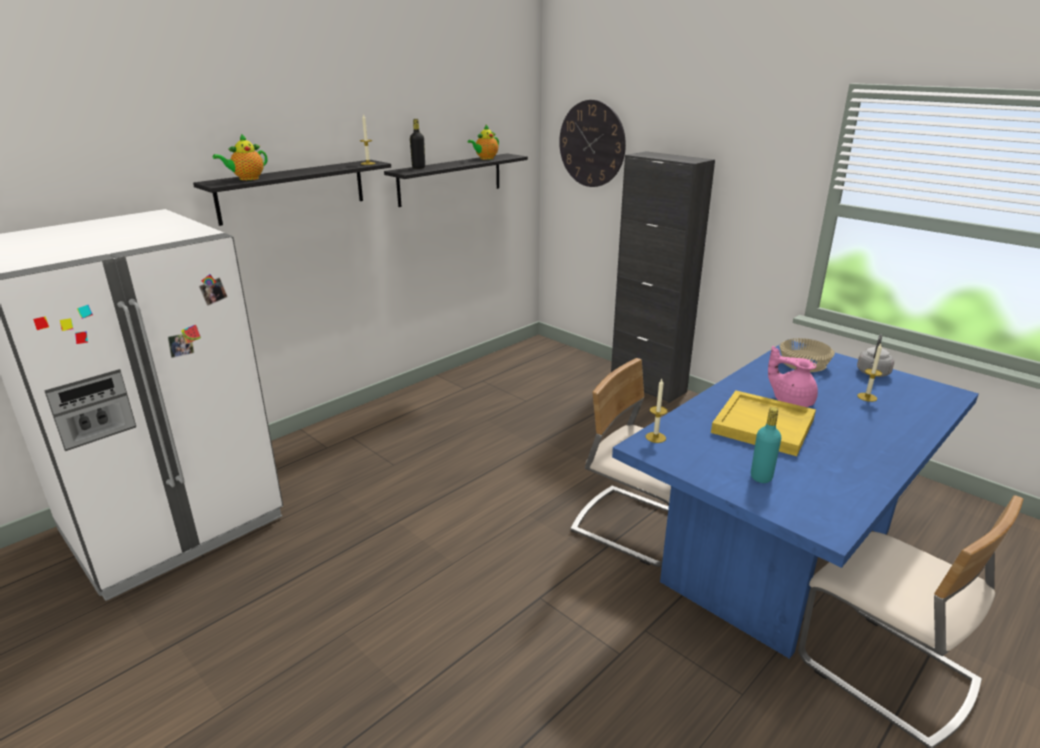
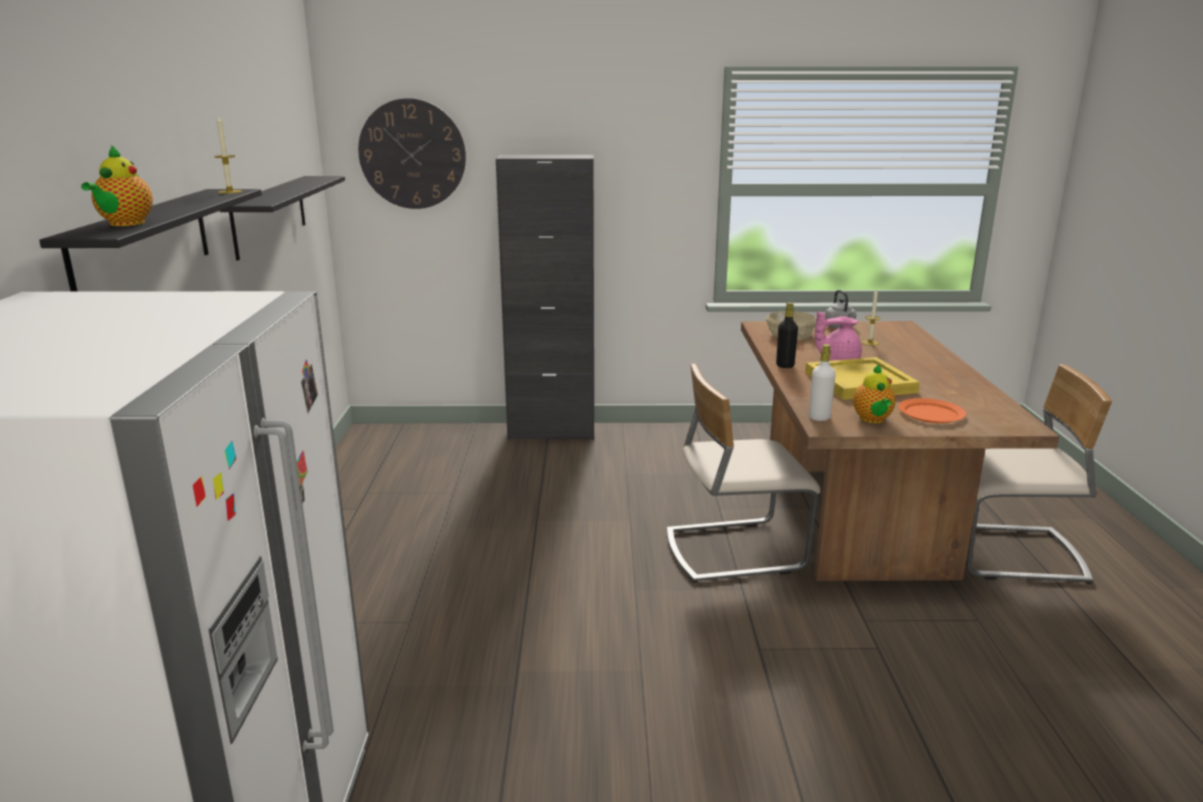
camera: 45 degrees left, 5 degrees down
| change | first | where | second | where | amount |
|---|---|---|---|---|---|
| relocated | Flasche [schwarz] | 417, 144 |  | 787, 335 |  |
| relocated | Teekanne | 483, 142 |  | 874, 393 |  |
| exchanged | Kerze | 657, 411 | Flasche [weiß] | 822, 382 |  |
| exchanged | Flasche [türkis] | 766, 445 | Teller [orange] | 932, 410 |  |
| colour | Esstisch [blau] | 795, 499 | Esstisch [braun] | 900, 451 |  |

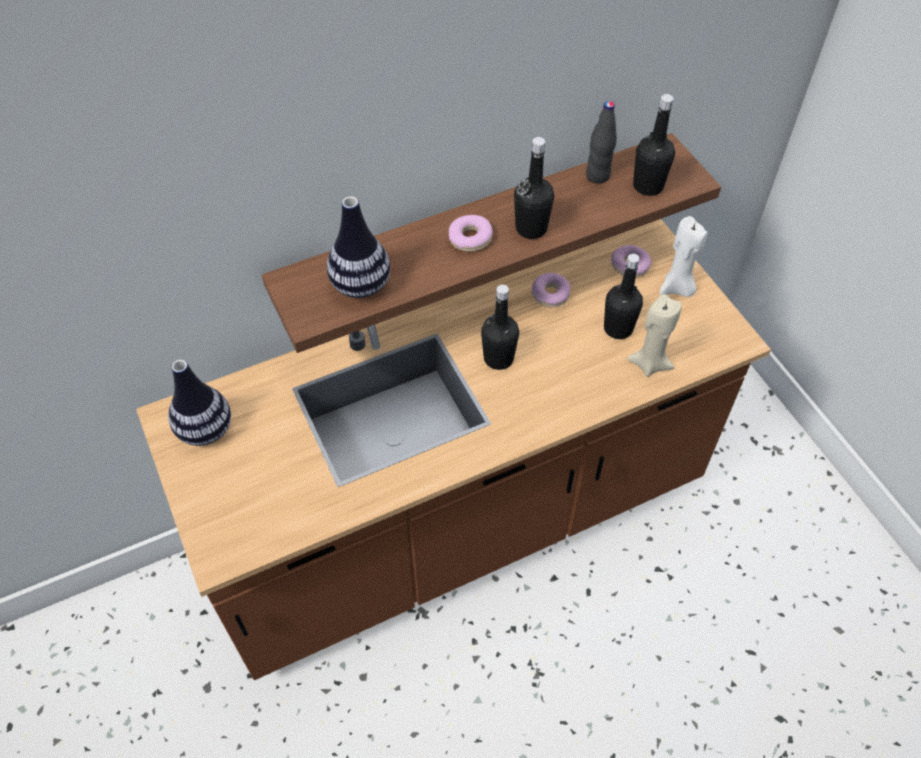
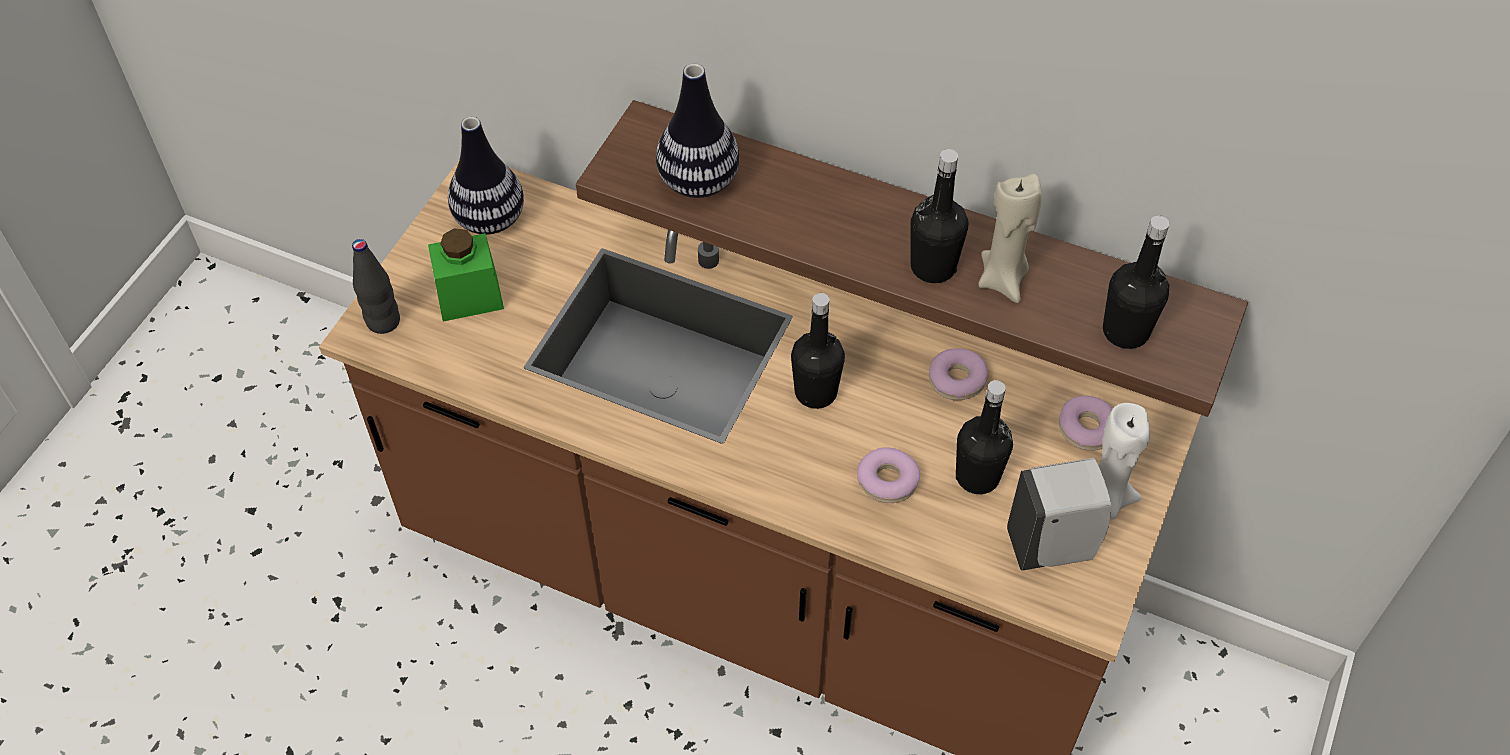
camera: 50 degrees right, 0 degrees up
| change | first | where | second | where | amount |
|---|---|---|---|---|---|
| appeared |  |  | Vorratsglas [grün] | 466, 275 |  |
| appeared |  |  | Seifenspender [weiß] | 1059, 514 |  |
| relocated | Donut | 471, 233 |  | 888, 475 |  |
| relocated | Flasche [schwarz] | 601, 142 |  | 376, 286 |  |
| relocated | Kerze [beige] | 654, 335 |  | 1010, 238 |  |

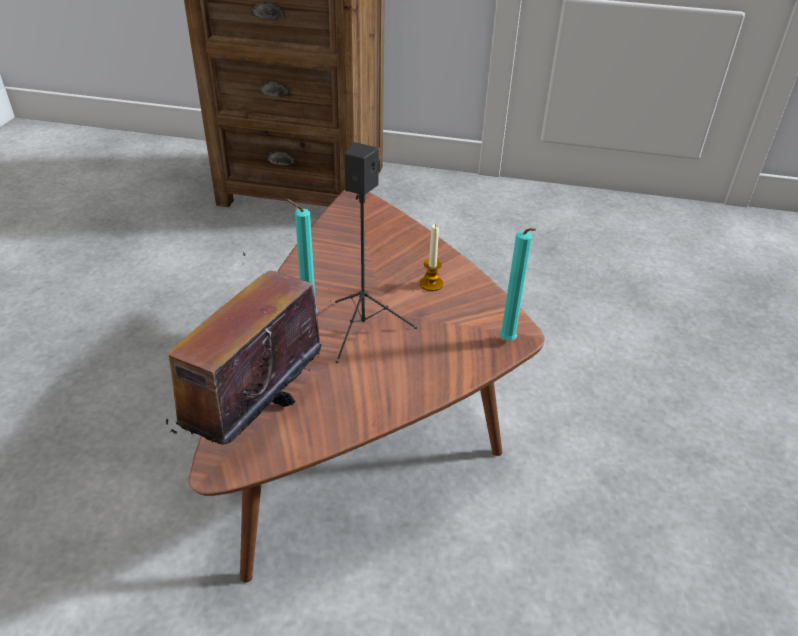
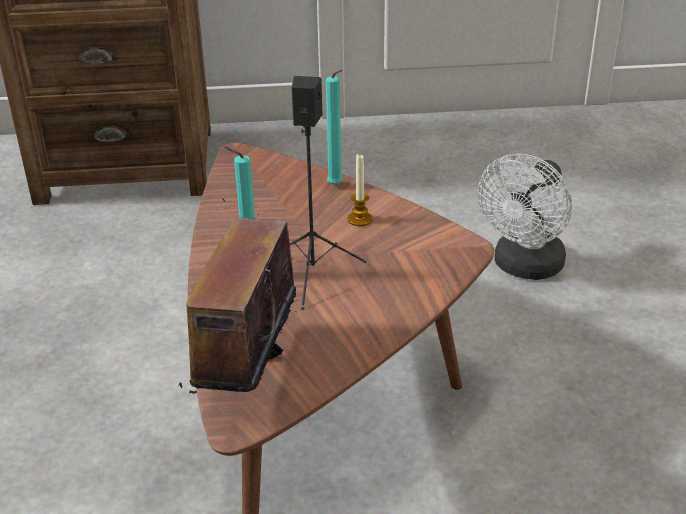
camera: 15 degrees left, 5 degrees down
| change | first | where | second | where | amount |
|---|---|---|---|---|---|
| appeared |  |  | Ventilator [weiß] | 525, 217 |  |
| relocated | Kerze [türkis] | 517, 284 |  | 334, 127 |  |

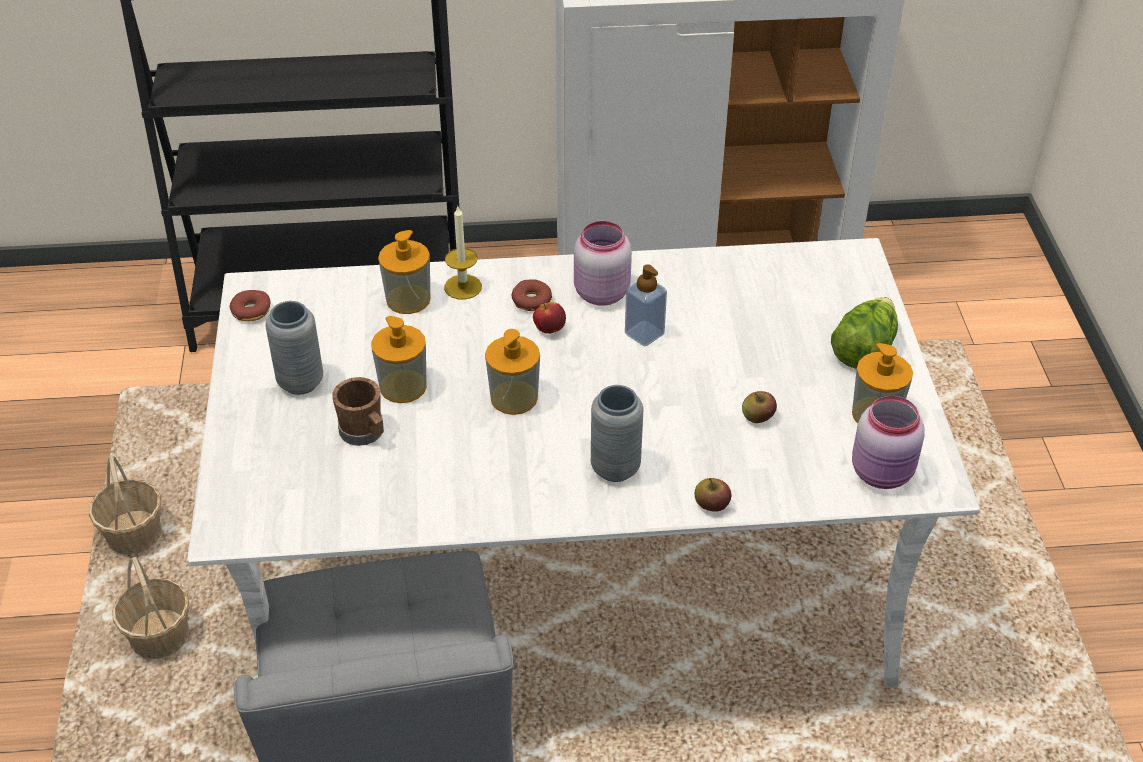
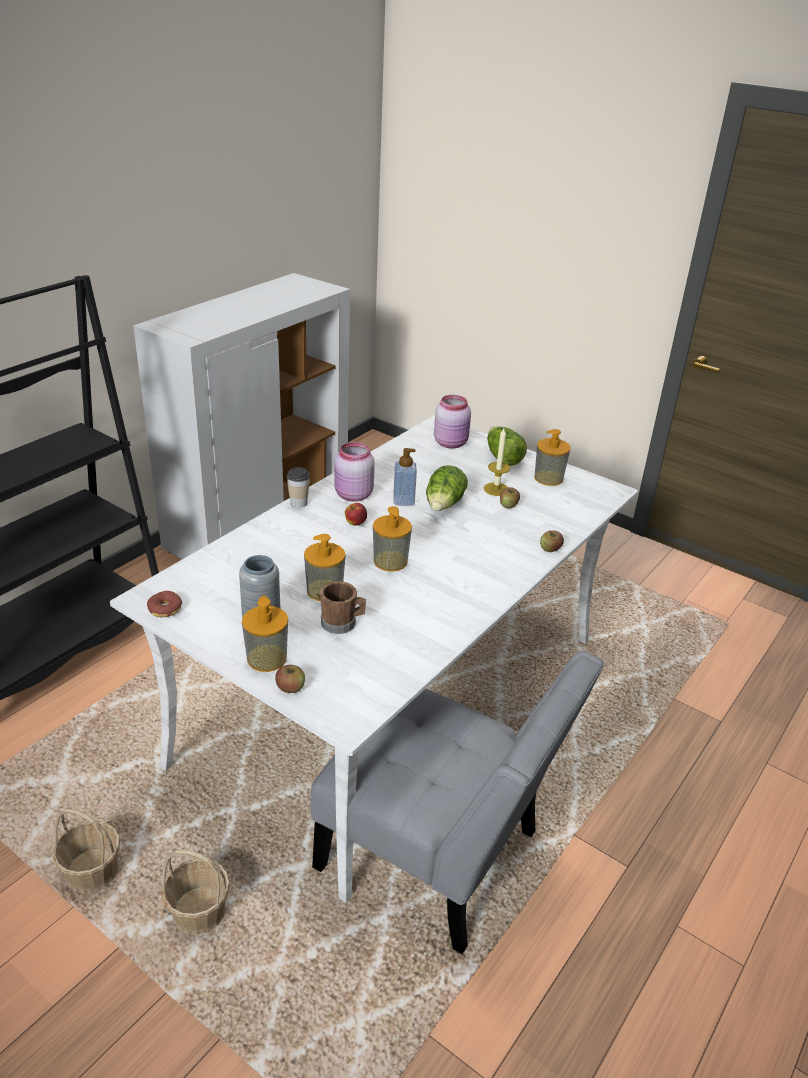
camera: 50 degrees left, 10 degrees down
| change | first | where | second | where | amount |
|---|---|---|---|---|---|
| missing | Donut | 532, 295 |  |  |  |
| missing | Vase [grau] | 617, 433 |  |  |  |
| appeared |  |  | Apfel | 290, 679 |  |
| appeared |  |  | Tasse | 298, 487 |  |
| appeared |  |  | Salatkopf | 447, 488 |  |
| relocated | Seifenspender | 404, 272 |  | 265, 633 |  |
| relocated | Kerze | 463, 252 |  | 497, 462 |  |
| relocated | Vorratsglas [rosa] | 888, 442 |  | 452, 421 |  |

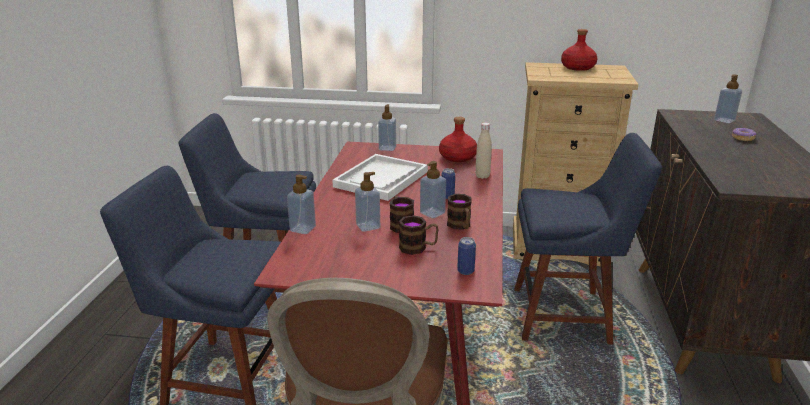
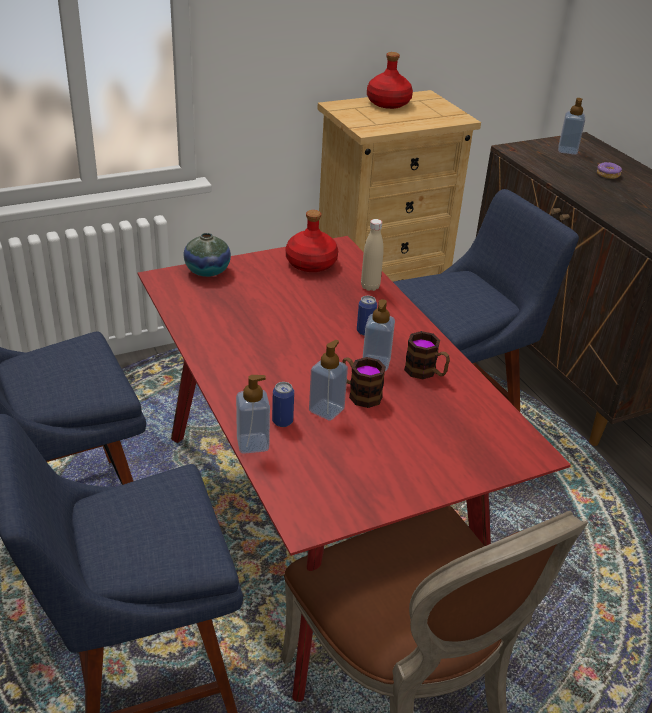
camera: 35 degrees left, 10 degrees up
| change | first | where | second | where | amount |
|---|---|---|---|---|---|
| missing | Tablett [weiß] | 380, 177 |  |  |  |
| missing | Henkelbecher | 419, 235 |  |  |  |
| relocated | Dose | 466, 256 |  | 283, 404 |  |
| exchanged | Seifenspender | 387, 127 | Vase | 207, 255 |  |

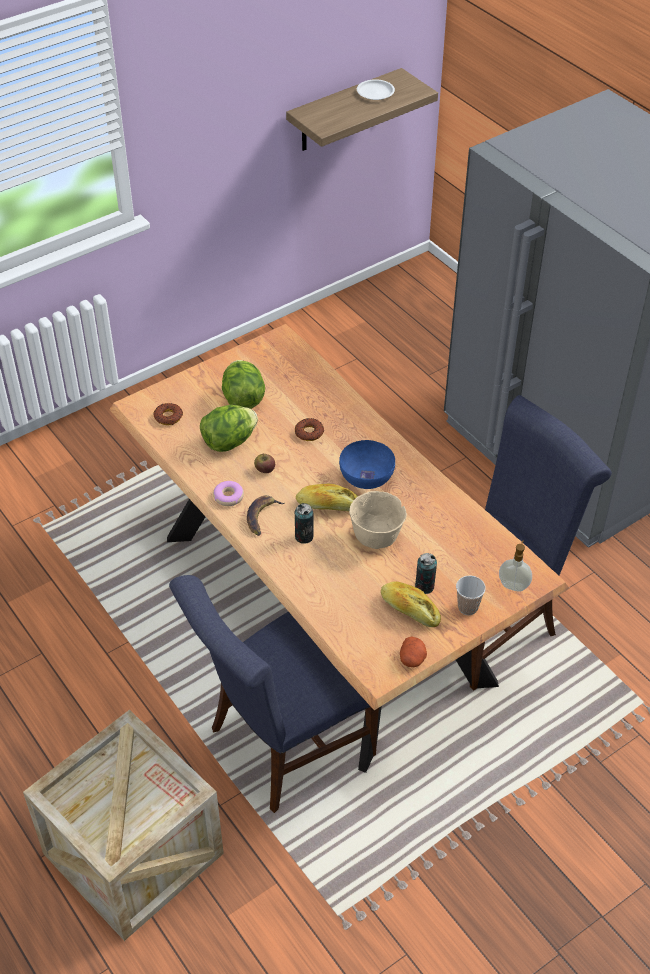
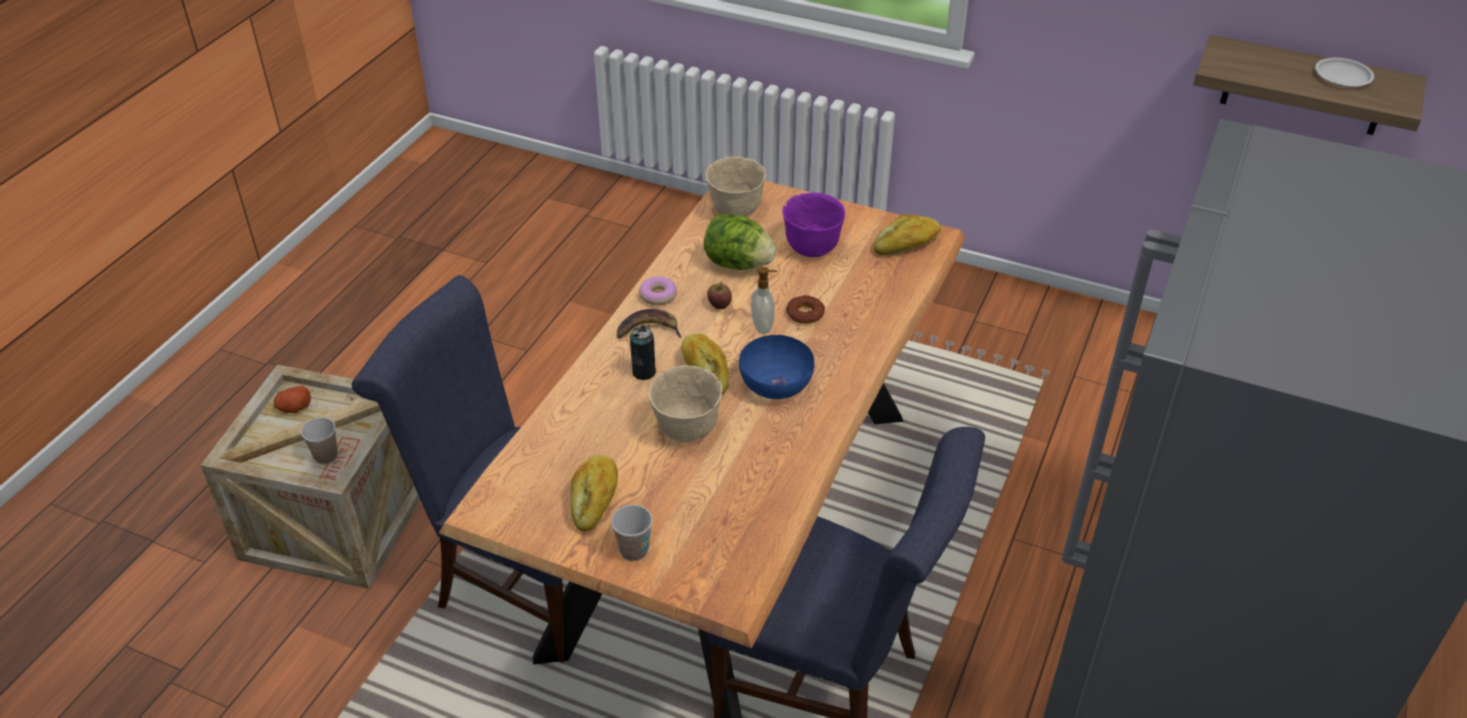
camera: 60 degrees right, 5 degrees down
| change | first | where | second | where | amount |
|---|---|---|---|---|---|
| missing | Dose | 426, 573 |  |  |  |
| appeared |  |  | Tasse | 319, 440 |  |
| appeared |  |  | Brot | 908, 235 |  |
| relocated | Kartoffel | 413, 652 |  | 292, 399 |  |
| relocated | Seifenspender | 515, 566 |  | 764, 300 |  |
| exchanged | Donut | 168, 414 | Schüssel [beige] | 736, 186 |  |
| exchanged | Salatkopf | 243, 384 | Schüssel [lila] | 813, 225 |  |

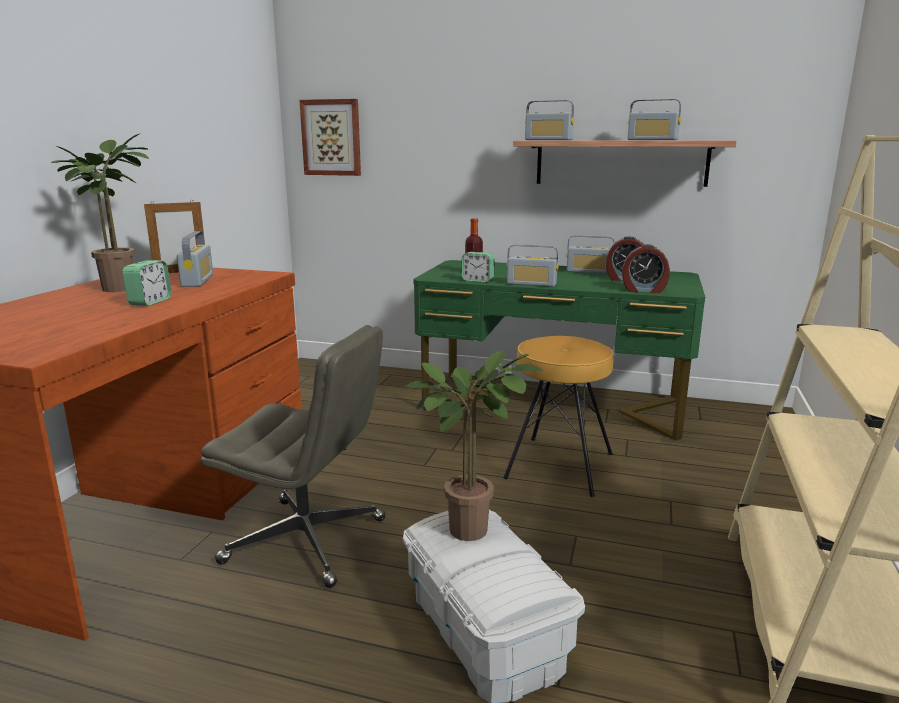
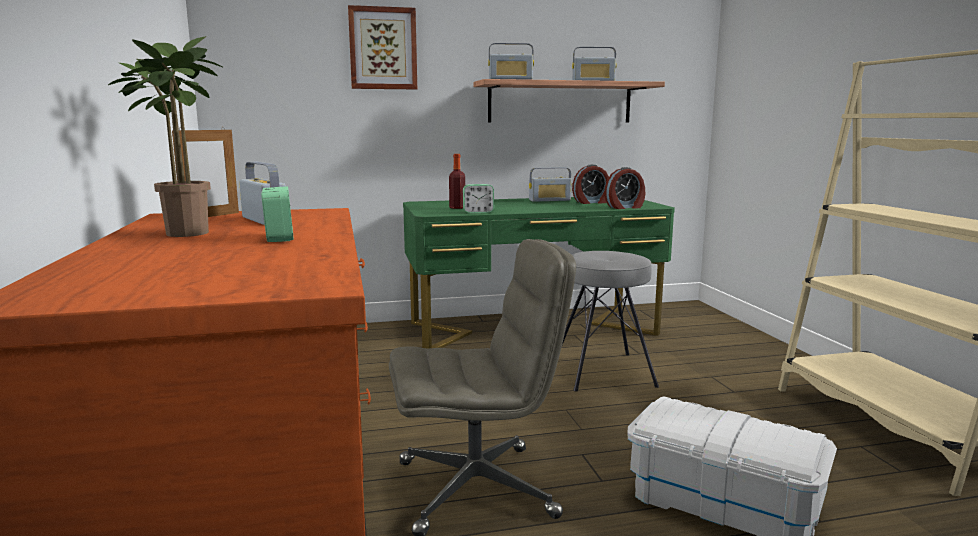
camera: 30 degrees left, 5 degrees down
| change | first | where | second | where | amount |
|---|---|---|---|---|---|
| missing | Topfpflanze | 474, 445 |  |  |  |
| missing | Radio | 533, 265 |  |  |  |
| relocated | Bild | 330, 137 |  | 382, 47 |  |
| colour | Hocker [braun] | 558, 416 | Hocker [grau] | 610, 321 |  |

